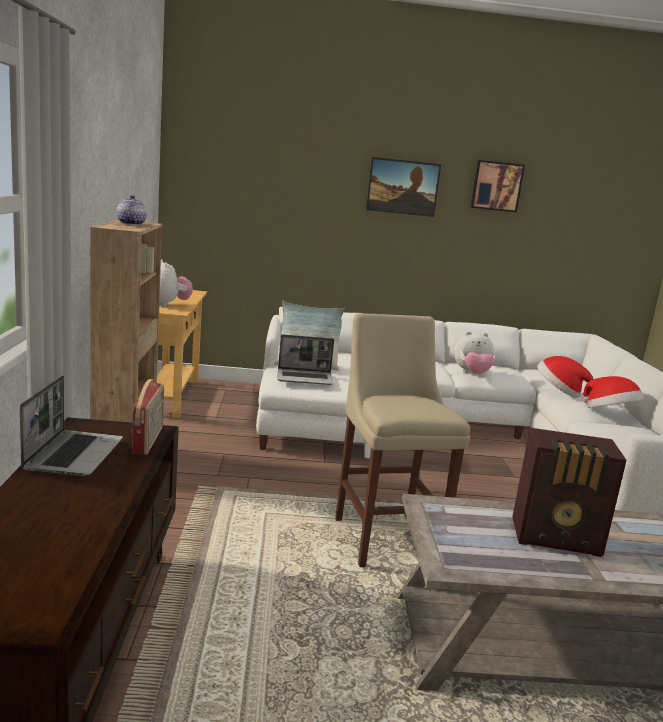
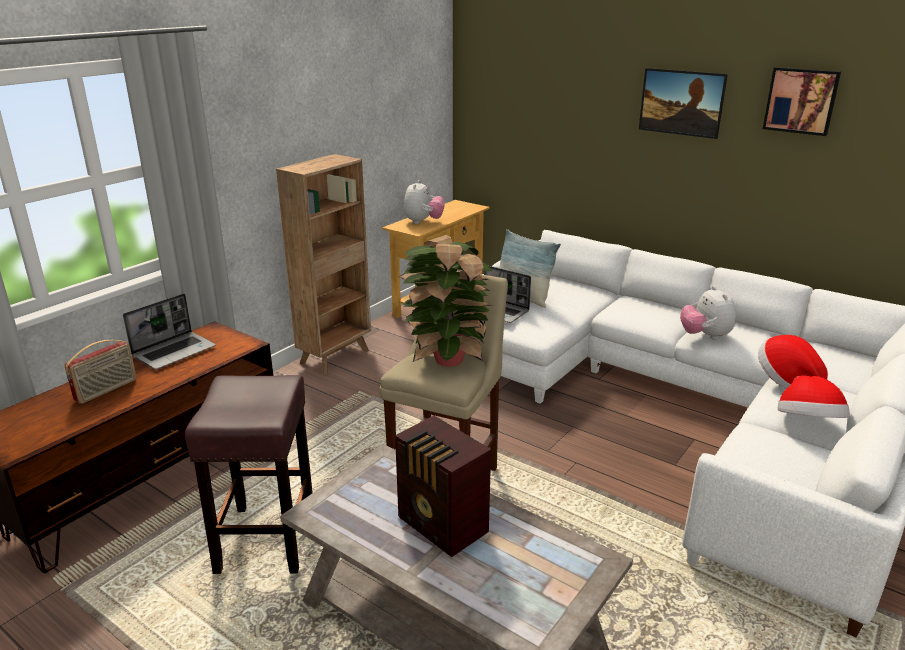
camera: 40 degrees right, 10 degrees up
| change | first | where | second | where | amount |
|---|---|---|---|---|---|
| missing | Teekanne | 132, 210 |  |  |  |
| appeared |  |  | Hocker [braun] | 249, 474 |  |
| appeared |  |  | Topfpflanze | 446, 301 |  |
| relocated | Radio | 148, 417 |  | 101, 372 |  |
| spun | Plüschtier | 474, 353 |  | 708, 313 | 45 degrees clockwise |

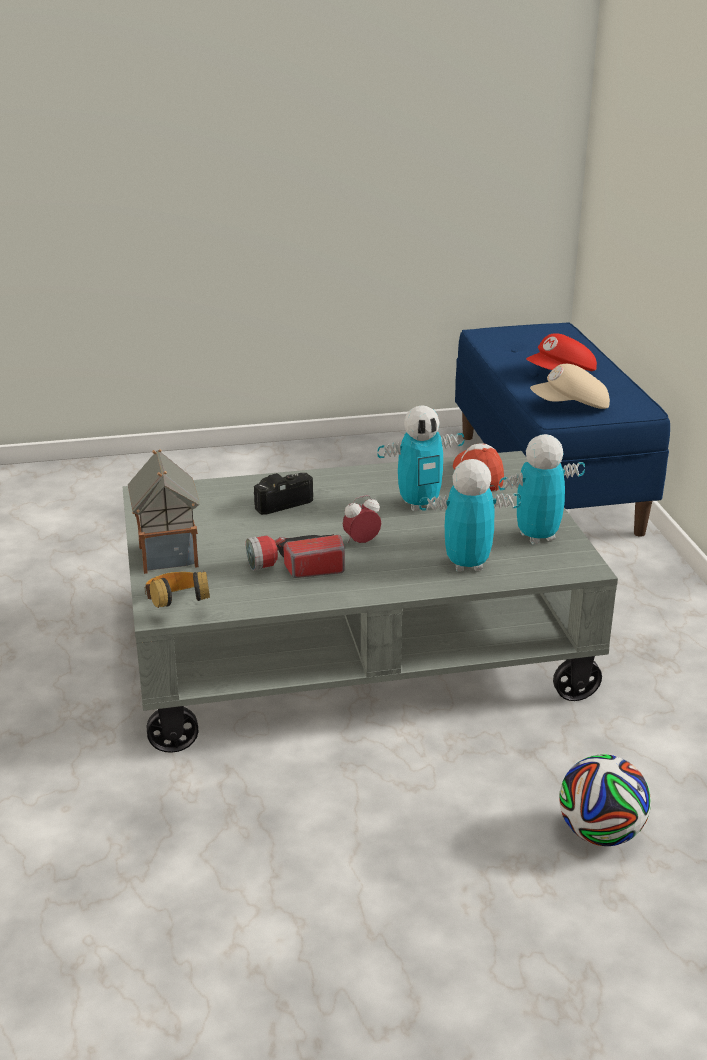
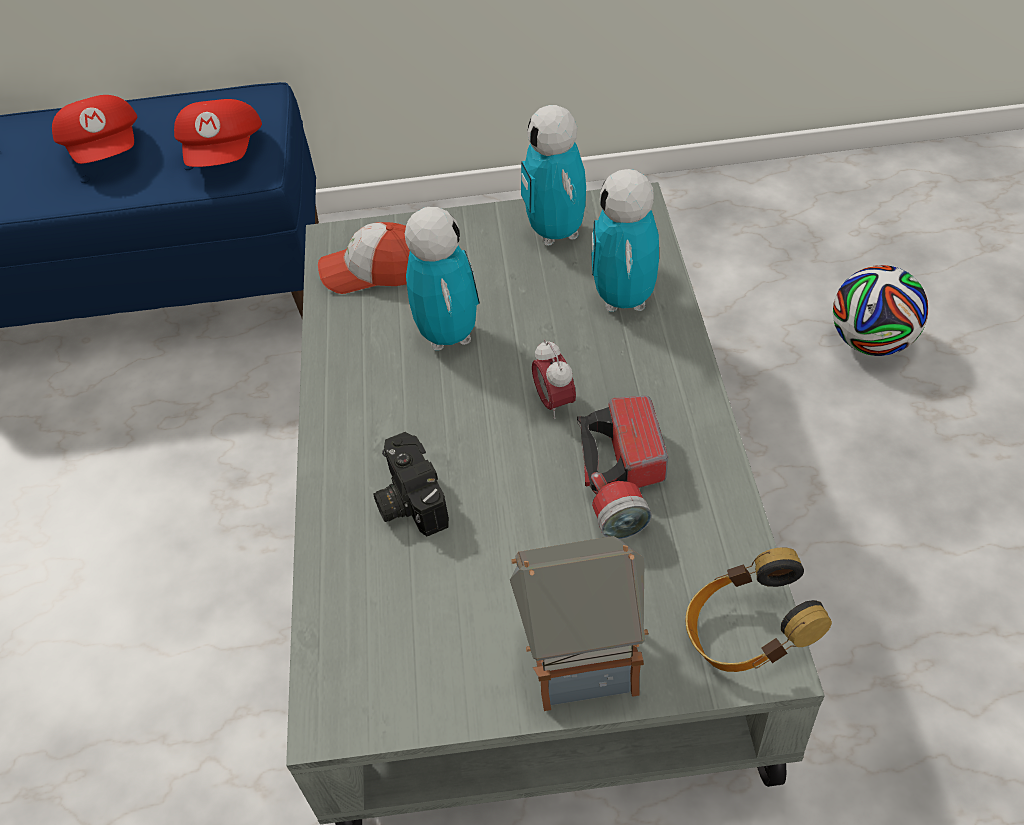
camera: 80 degrees left, 20 degrees up
| change | first | where | second | where | amount |
|---|---|---|---|---|---|
| colour | Kappe [beige] | 570, 386 | Kappe [rot] | 218, 133 |  |

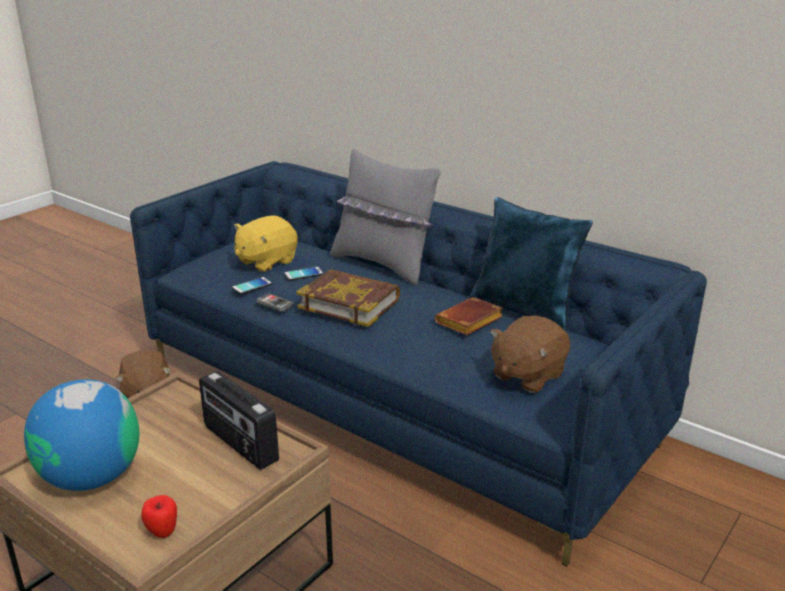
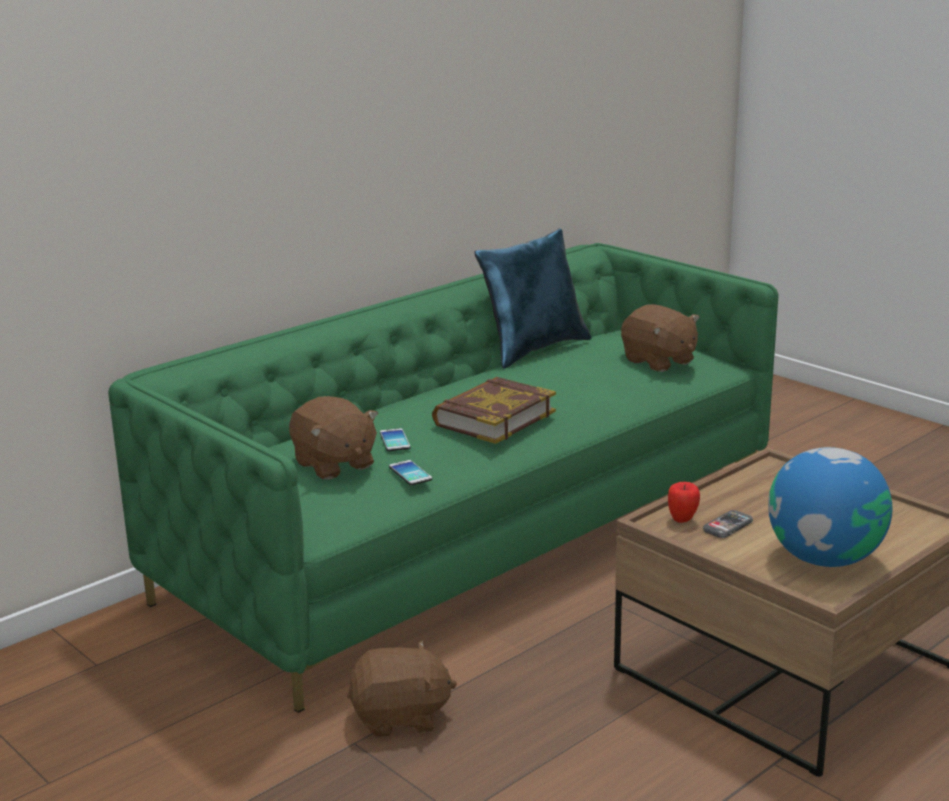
camera: 80 degrees left, 5 degrees down
| change | first | where | second | where | amount |
|---|---|---|---|---|---|
| missing | Radio | 239, 420 |  |  |  |
| missing | Kissen [grau] | 385, 216 |  |  |  |
| missing | Buch [braun] | 469, 316 |  |  |  |
| relocated | Apfel | 159, 516 |  | 684, 502 |  |
| relocated | Handy | 275, 303 |  | 728, 524 |  |
| colour | Sofa [blau] | 418, 363 | Sofa [grün] | 443, 478 |  |
| colour | Plüschtier [gelb] | 266, 243 | Plüschtier [braun] | 333, 438 |  |

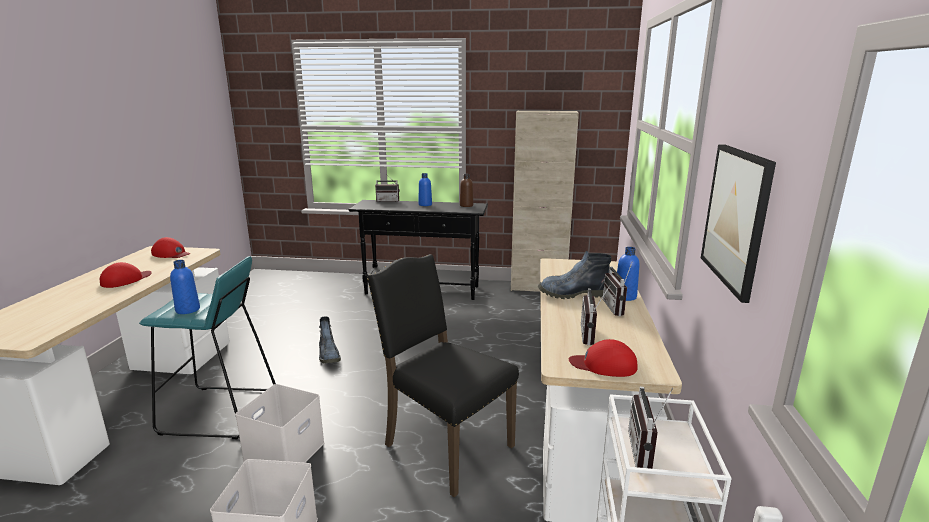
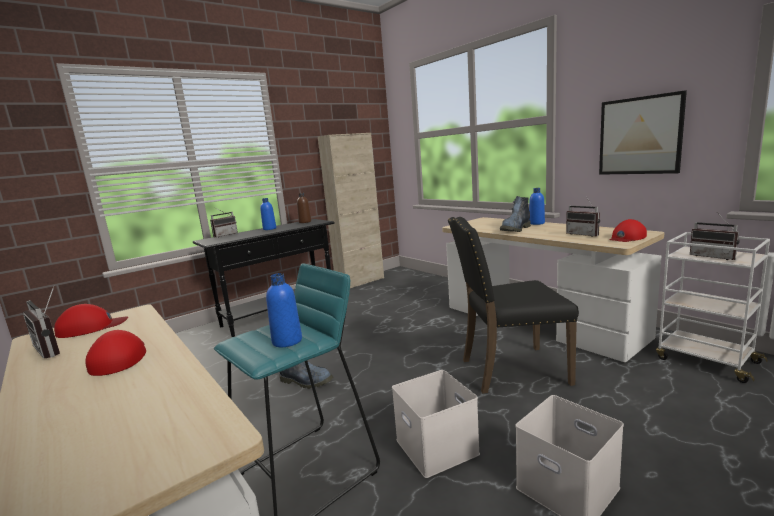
camera: 45 degrees left, 5 degrees down
| change | first | where | second | where | amount |
|---|---|---|---|---|---|
| relocated | Radio | 617, 289 |  | 41, 321 |  |

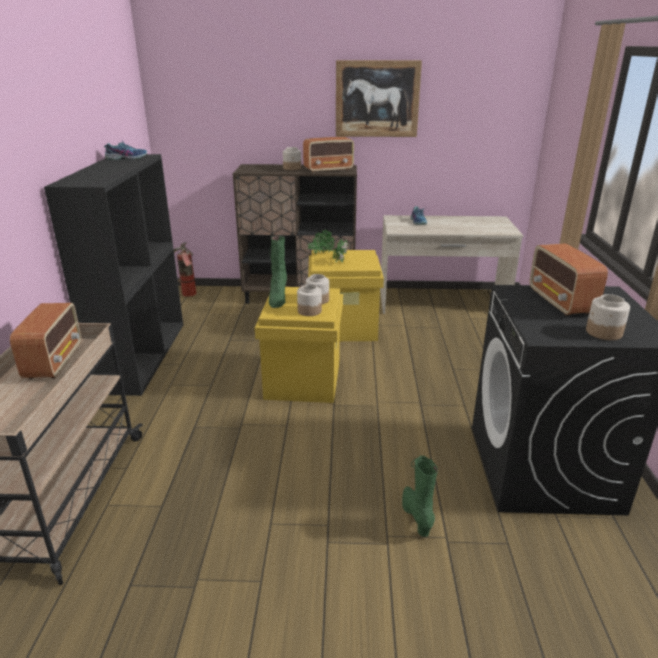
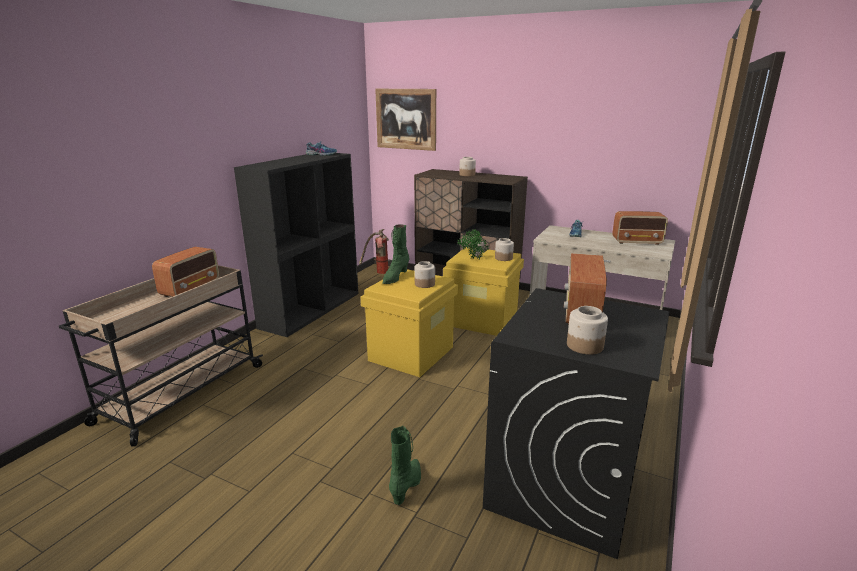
camera: 25 degrees right, 5 degrees down
| change | first | where | second | where | amount |
|---|---|---|---|---|---|
| relocated | Vorratsglas | 309, 300 |  | 504, 249 |  |
| relocated | Radio | 328, 155 |  | 640, 228 |  |
| relocated | Bild | 379, 98 |  | 405, 120 |  |

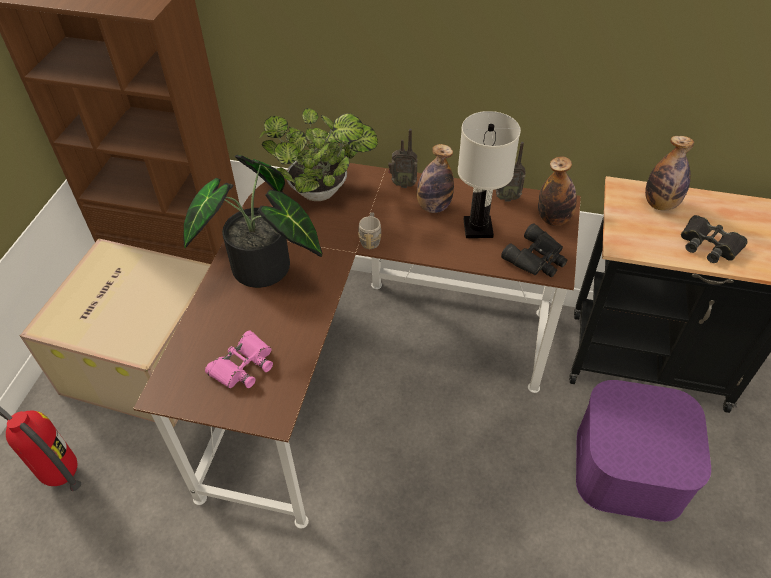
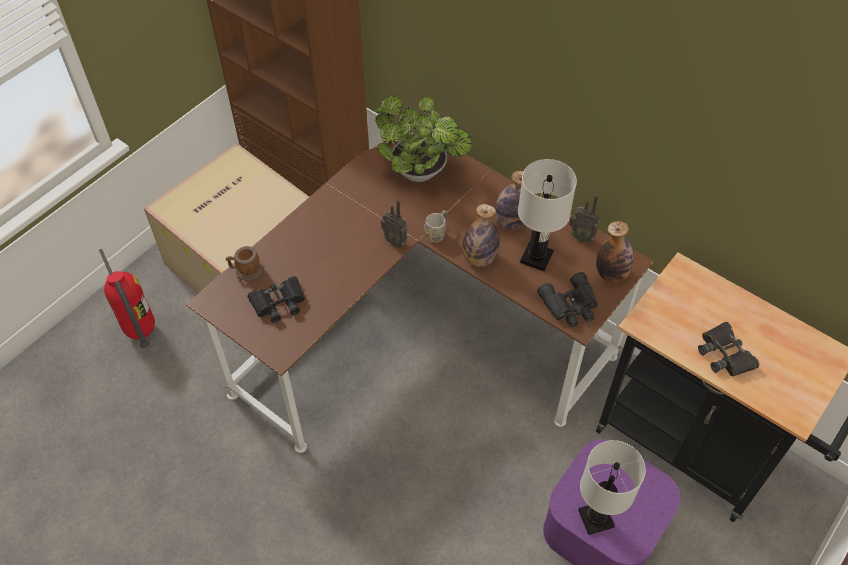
camera: 25 degrees right, 5 degrees up
| change | first | where | second | where | amount |
|---|---|---|---|---|---|
| missing | Topfpflanze | 253, 221 |  |  |  |
| appeared |  |  | Henkelbecher | 244, 263 |  |
| appeared |  |  | Tischlampe [weiß] | 612, 487 |  |
| relocated | Radio | 403, 158 |  | 394, 224 |  |
| relocated | Flasche | 669, 173 |  | 481, 235 |  |
| colour | Fernglas [rosa] | 239, 359 | Fernglas [schwarz] | 276, 299 |  |

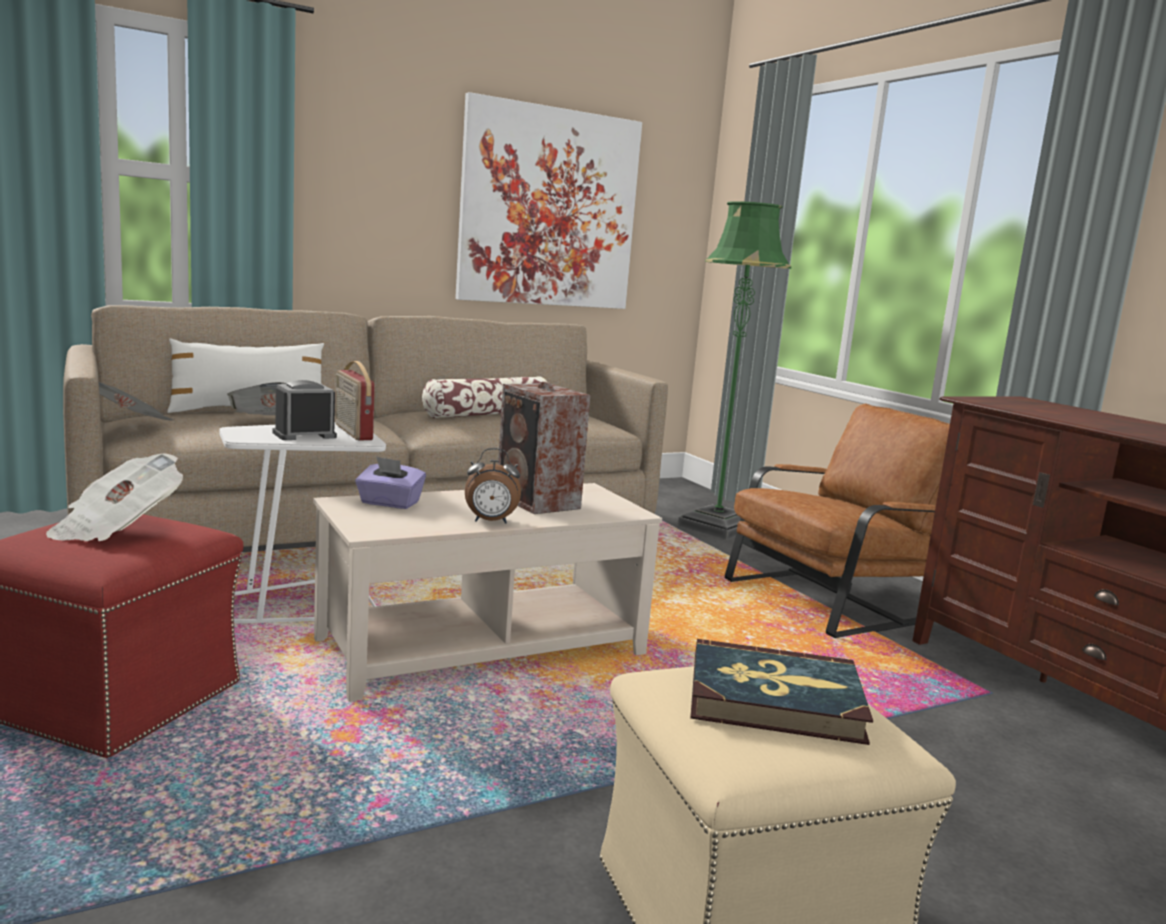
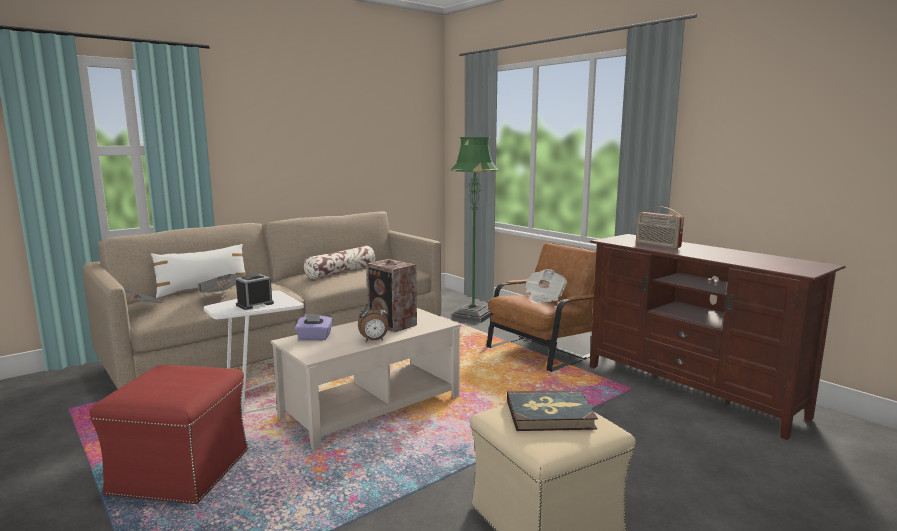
camera: 10 degrees left, 0 degrees up
| change | first | where | second | where | amount |
|---|---|---|---|---|---|
| missing | Bild | 548, 200 |  |  |  |
| relocated | Zeitung | 114, 497 |  | 546, 286 |  |
| relocated | Radio | 355, 400 |  | 660, 227 |  |

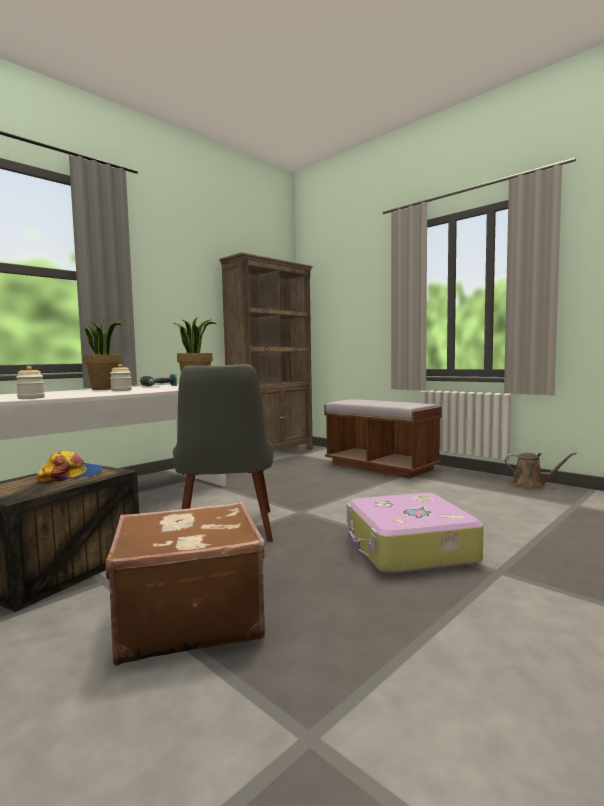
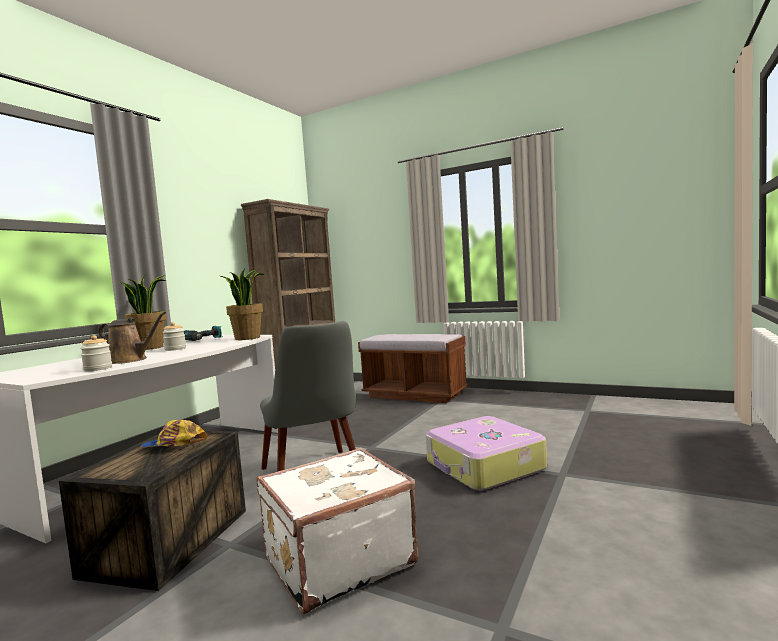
camera: 15 degrees left, 0 degrees up
| change | first | where | second | where | amount |
|---|---|---|---|---|---|
| relocated | Gießkanne [braun] | 541, 470 |  | 132, 338 |  |
| colour | Koffer [braun] | 185, 584 | Koffer [weiß] | 337, 530 |  |
| spun | Kappe | 69, 466 |  | 174, 433 | 135 degrees counterclockwise |

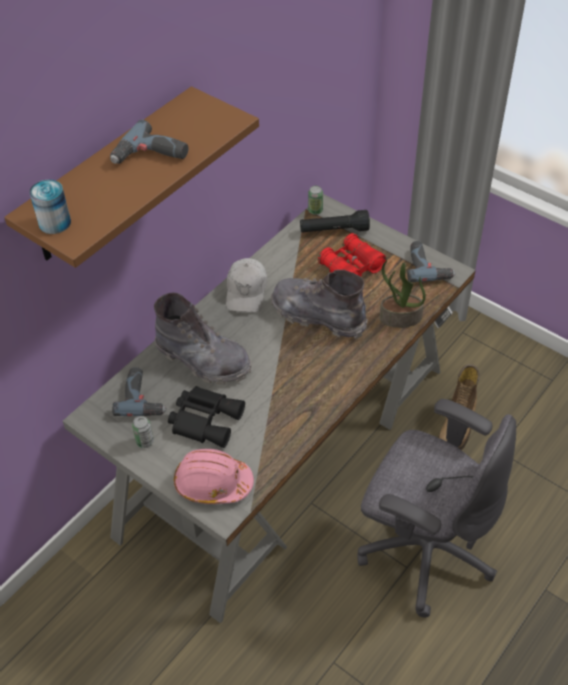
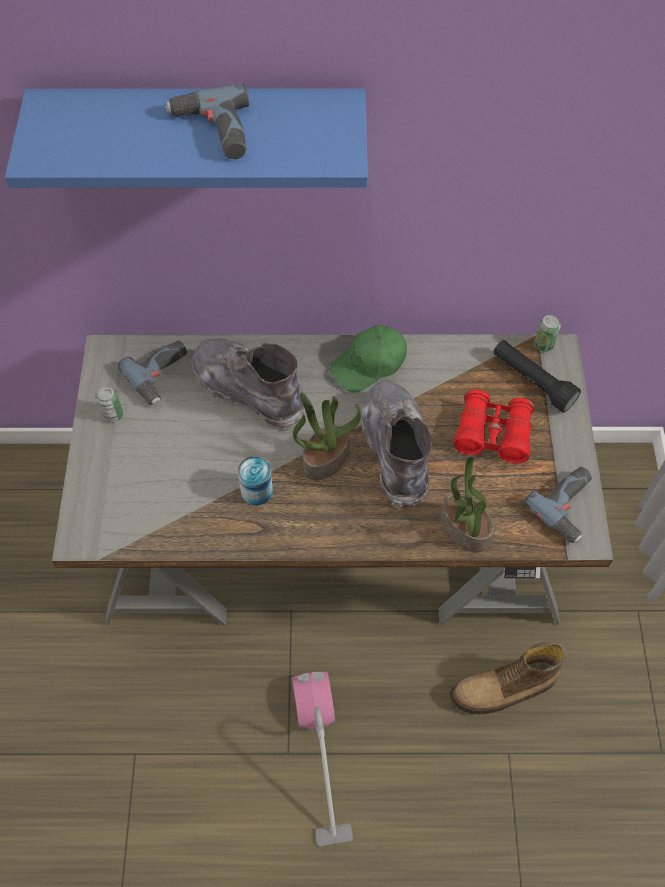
camera: 50 degrees right, 10 degrees up
| change | first | where | second | where | amount |
|---|---|---|---|---|---|
| missing | Fernglas [schwarz] | 206, 417 |  |  |  |
| missing | Schutzhelm [rosa] | 214, 476 |  |  |  |
| appeared |  |  | Topfpflanze | 327, 436 |  |
| relocated | Dose | 50, 207 |  | 255, 480 |  |
| exchanged | Bürostuhl [grau] | 436, 508 | Staubsauger | 322, 759 |  |
| colour | Wandregal [braun] | 131, 177 | Wandregal [blau] | 186, 138 |  |
| colour | Kappe [weiß] | 247, 285 | Kappe [grün] | 368, 359 |  |
| spun | Stiefel [grau] | 203, 338 |  | 248, 384 | 135 degrees clockwise |

